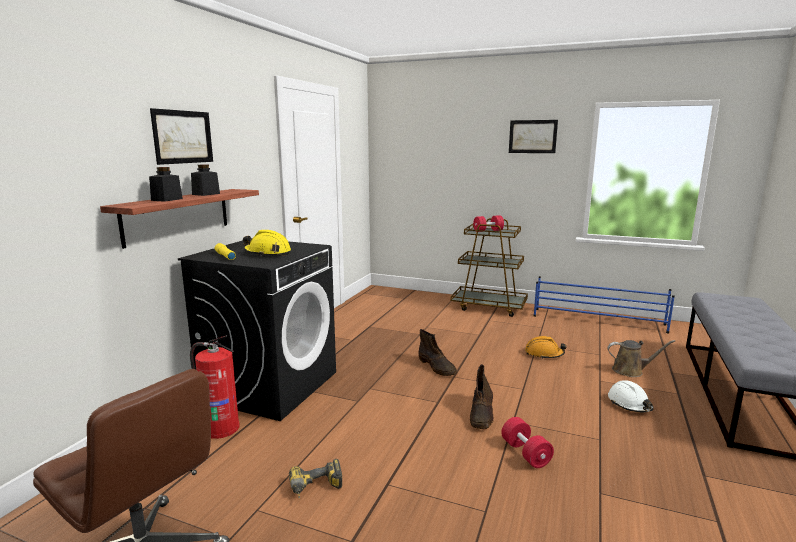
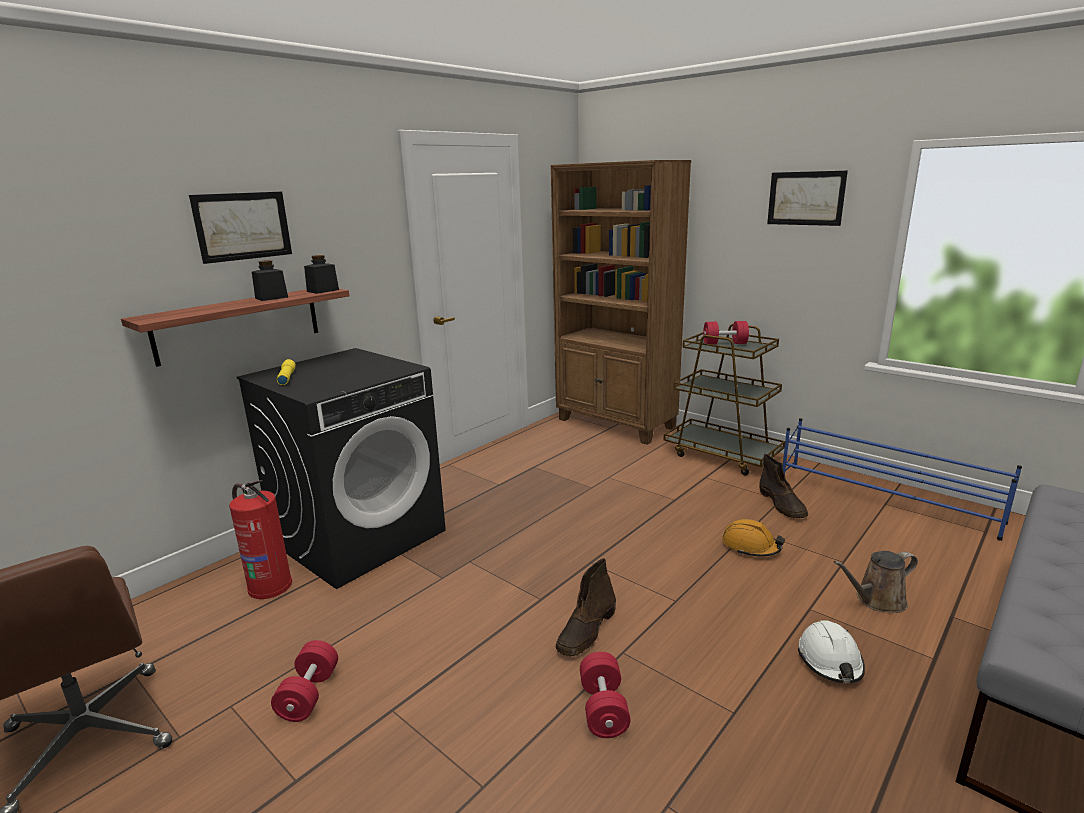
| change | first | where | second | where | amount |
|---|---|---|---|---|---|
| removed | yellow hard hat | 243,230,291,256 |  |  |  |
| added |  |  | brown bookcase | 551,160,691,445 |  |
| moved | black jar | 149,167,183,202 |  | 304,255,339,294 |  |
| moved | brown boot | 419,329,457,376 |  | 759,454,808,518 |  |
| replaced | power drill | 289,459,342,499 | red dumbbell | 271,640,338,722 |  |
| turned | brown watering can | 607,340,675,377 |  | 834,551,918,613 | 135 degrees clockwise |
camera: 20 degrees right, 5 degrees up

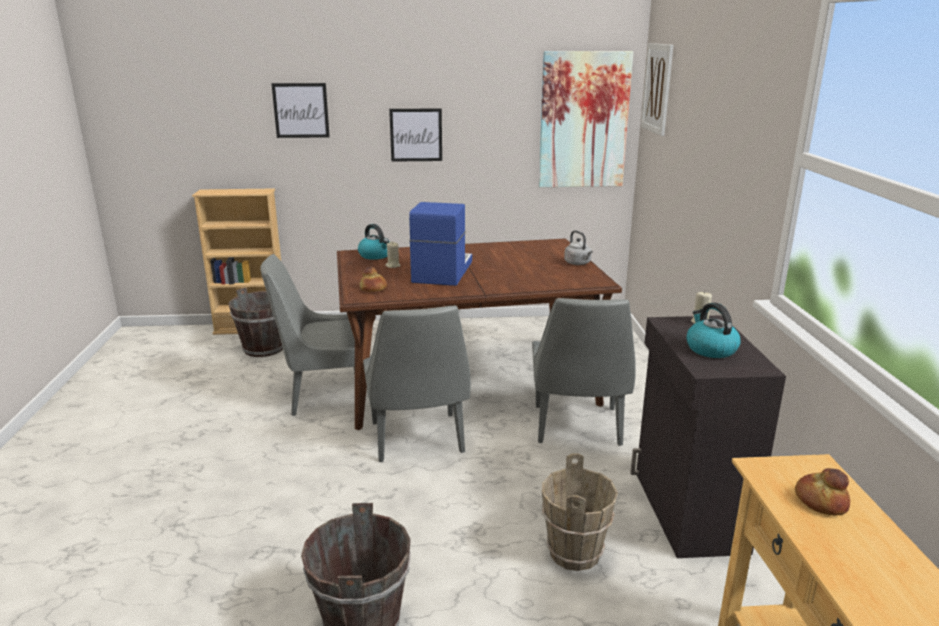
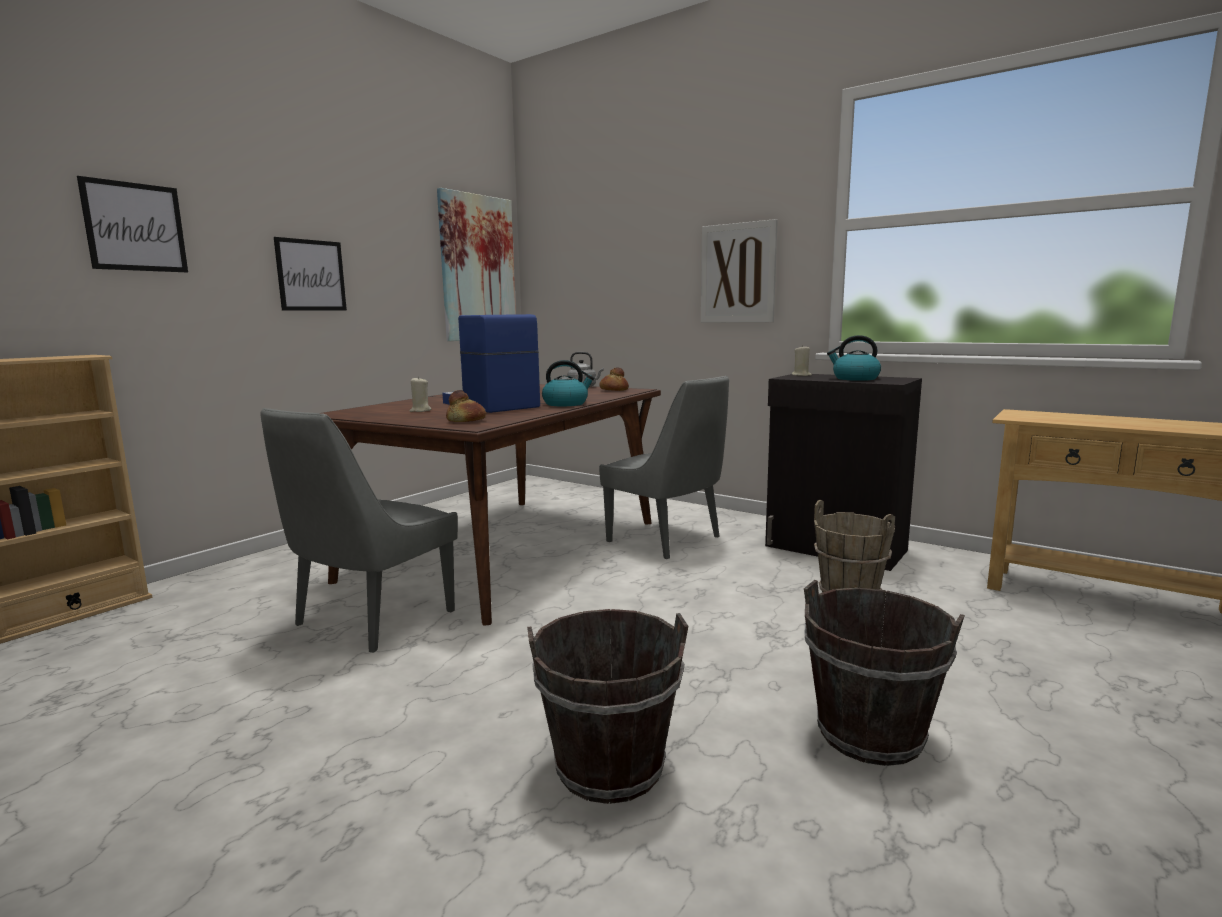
| change | first | where | second | where | amount |
|---|---|---|---|---|---|
| removed | grey chair | 363,306,471,462 |  |  |  |
| moved | brown bucket | 228,287,283,357 |  | 527,609,688,804 |  |
| moved | kettle | 358,224,389,260 |  | 542,360,594,406 |  |
| moved | picture | 641,43,673,136 |  | 701,219,778,323 |  |
| moved | bread | 795,468,850,516 |  | 599,367,629,391 |  |
camera: 50 degrees left, 10 degrees down

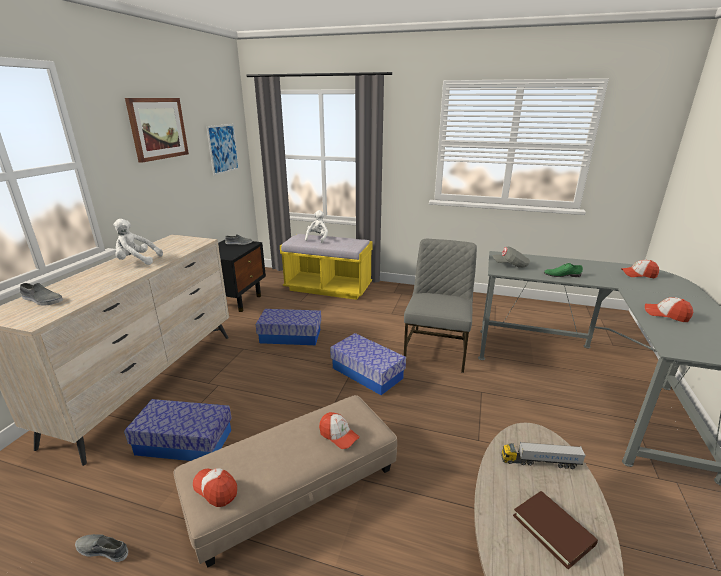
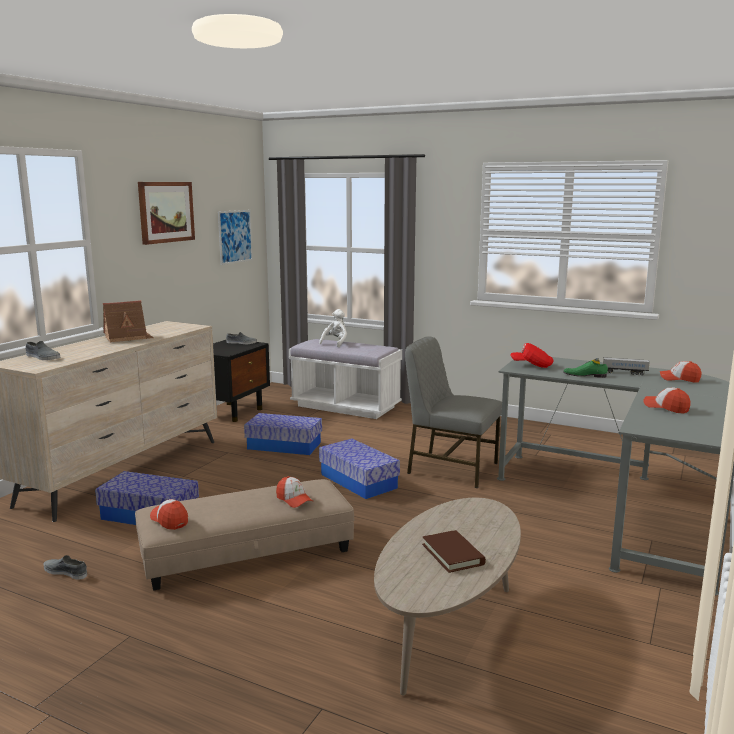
| change | first | where | second | where | amount |
|---|---|---|---|---|---|
| moved | toy truck | 501,442,586,469 |  | 592,357,650,375 |  |
| replaced | white plush toy | 113,219,163,265 | toy house | 103,300,154,342 |  |
| recoloured | yellow bench | 280,234,373,300 | white bench | 289,339,402,419 |  |
| recoloured | grey cap | 492,247,530,268 | red cap | 510,343,554,368 |  |
| turned | grey chair | 404,239,477,373 |  | 405,336,502,488 | 90 degrees counterclockwise |
camera: 10 degrees right, 10 degrees down

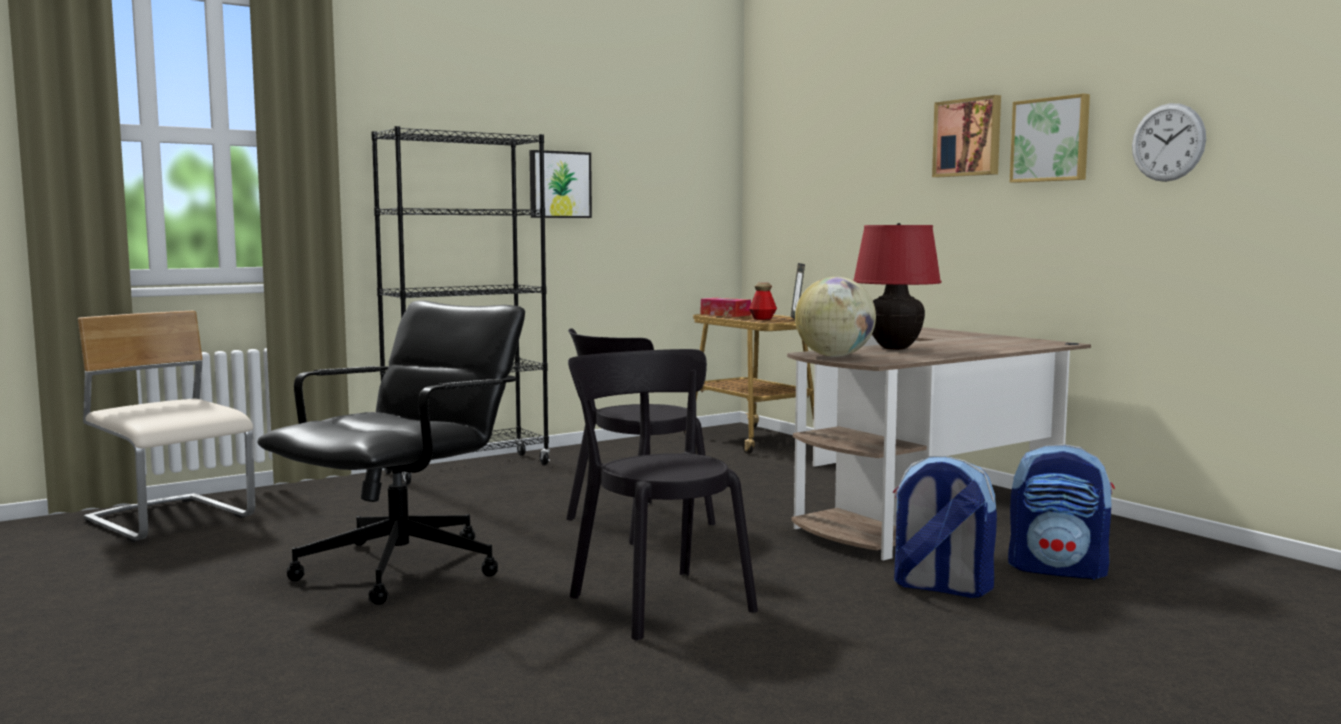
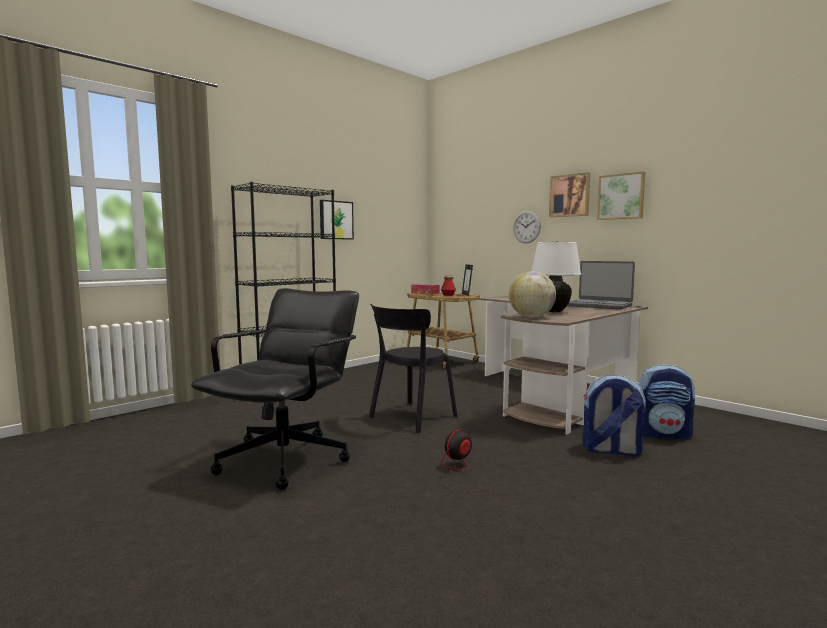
| change | first | where | second | where | amount |
|---|---|---|---|---|---|
| removed | beige chair | 78,311,255,542 |  |  |  |
| added |  |  | laptop | 567,261,635,310 |  |
| moved | wall clock | 1132,103,1206,182 |  | 513,211,541,243 |  |
| replaced | black chair | 568,349,758,640 | fan | 436,429,502,497 |  |
| recoloured | red table lamp | 853,223,942,350 | white table lamp | 532,241,581,312 |  |
camera: 10 degrees left, 0 degrees up

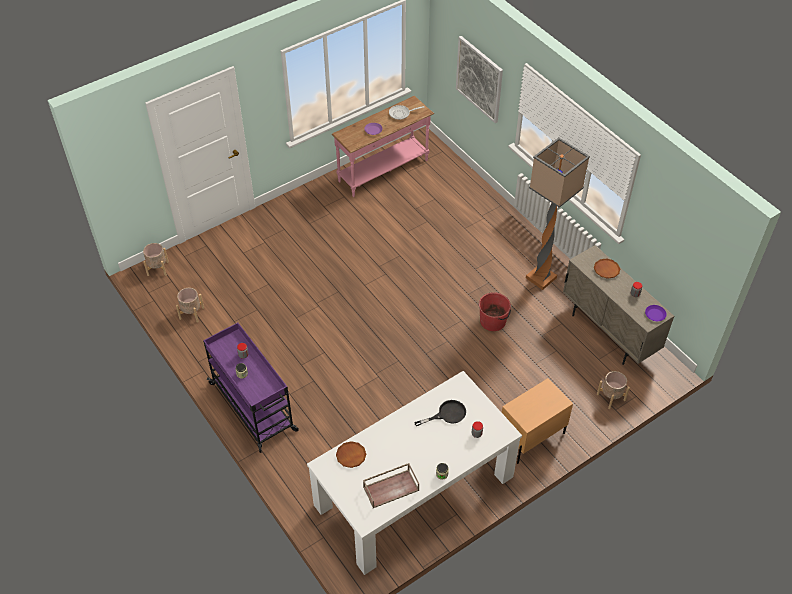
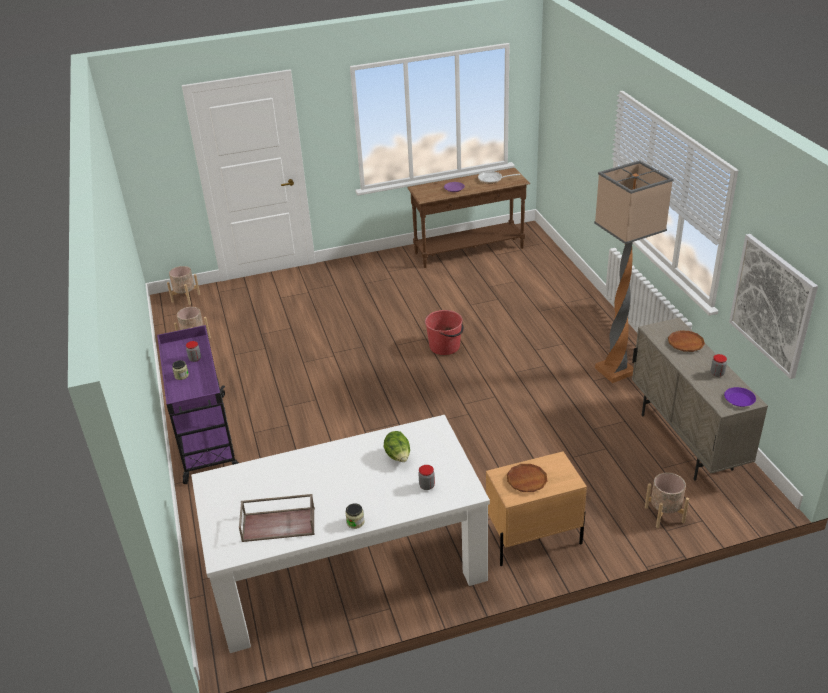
| change | first | where | second | where | amount |
|---|---|---|---|---|---|
| moved | brown plate | 336,441,366,468 |  | 507,464,547,492 |  |
| moved | picture | 456,36,503,123 |  | 729,234,818,379 |  |
| moved | red bucket | 479,292,511,331 |  | 425,310,464,355 |  |
| replaced | black frying pan | 414,400,466,426 | lettuce | 384,431,410,462 |  |
| recoloured | pink console table | 332,96,434,197 | brown console table | 408,168,530,268 |  |
camera: 20 degrees right, 15 degrees down

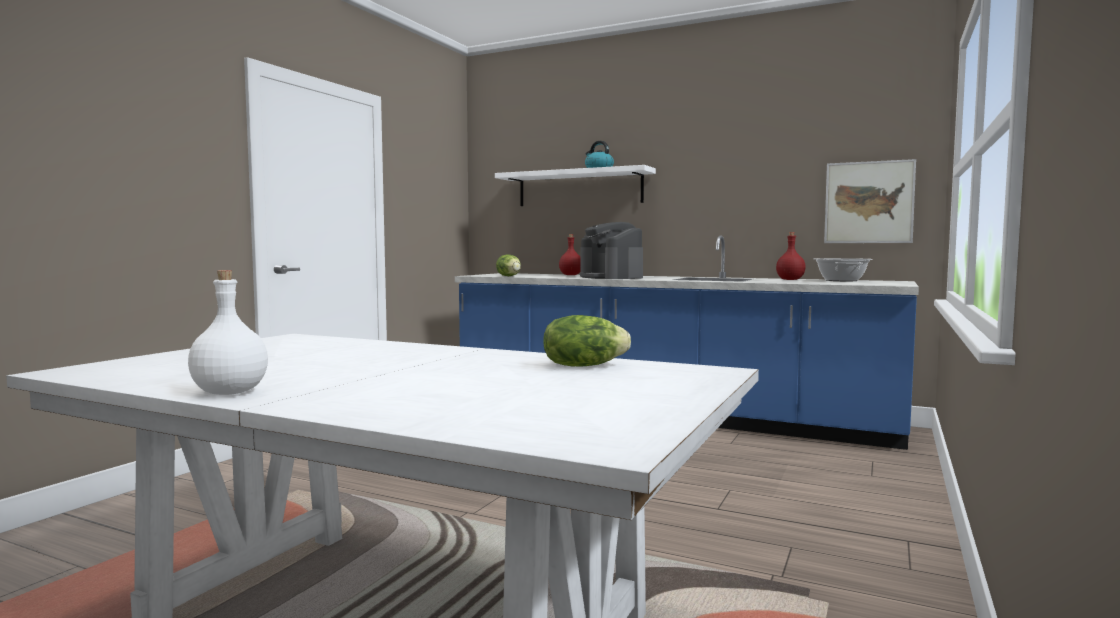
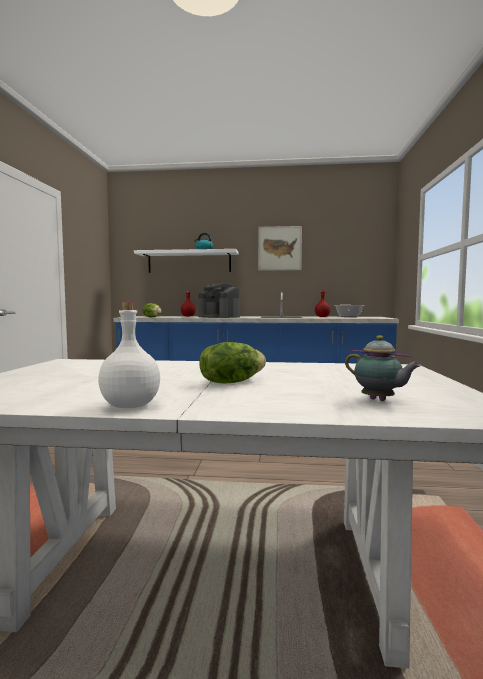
| change | first | where | second | where | amount |
|---|---|---|---|---|---|
| added |  |  | teapot | 345,335,421,401 |  |
| moved | lettuce | 543,315,631,367 |  | 199,342,266,383 |  |
| moved | picture | 824,159,916,243 |  | 258,226,302,271 |  |
camera: 20 degrees left, 0 degrees up

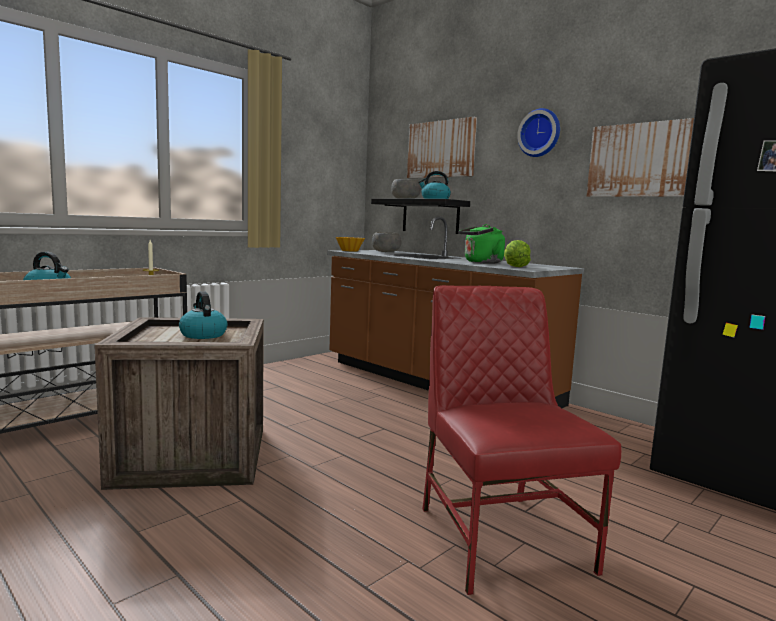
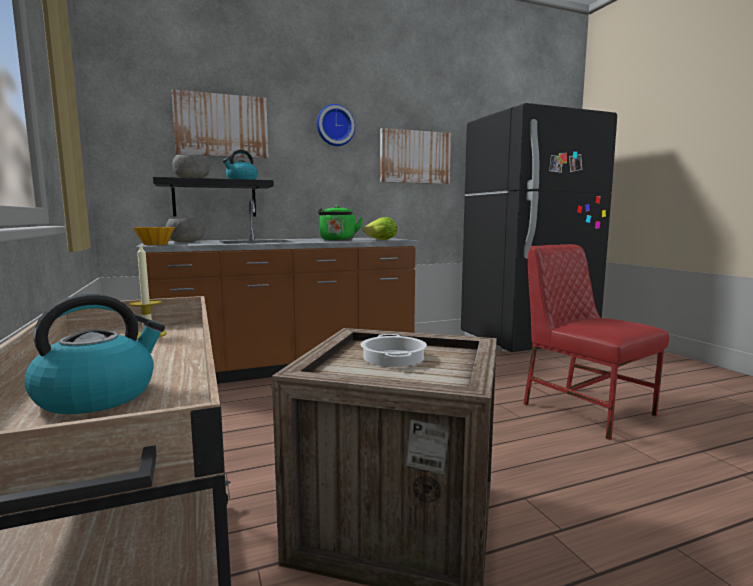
| change | first | where | second | where | amount |
|---|---|---|---|---|---|
| replaced | kettle | 179,291,228,339 | cooking pot | 361,334,427,367 |  |
| turned | red chair | 422,285,621,595 |  | 523,244,669,440 | 45 degrees clockwise |
camera: 65 degrees left, 0 degrees up

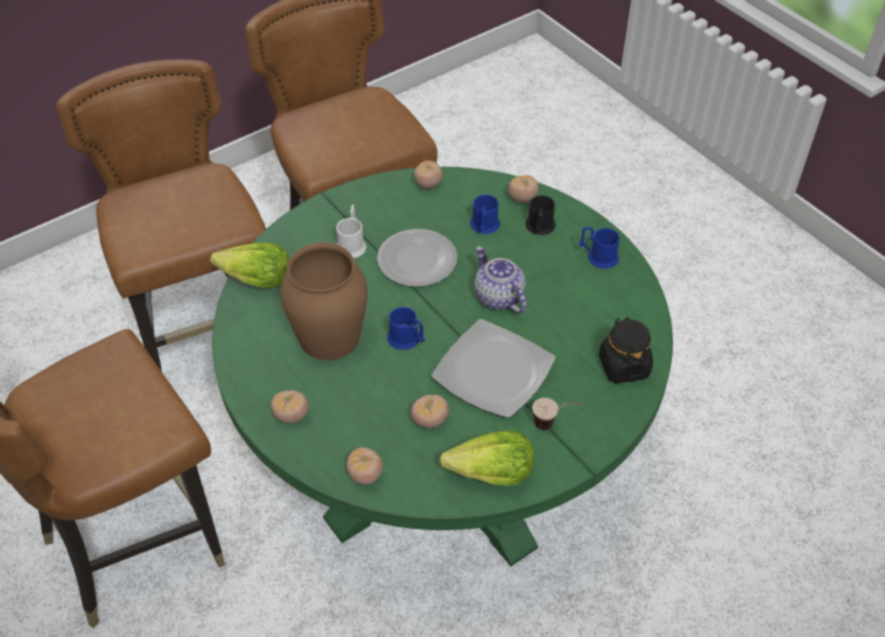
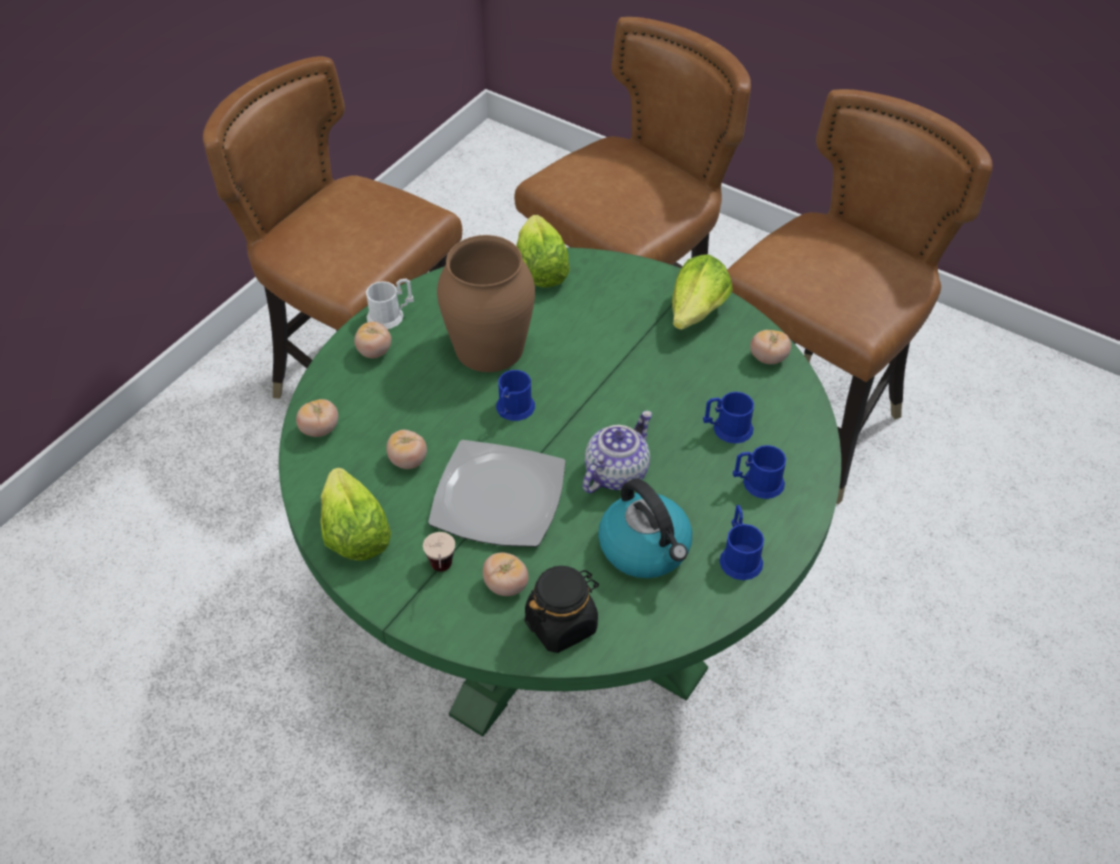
| change | first | where | second | where | amount |
|---|---|---|---|---|---|
| removed | plate | 377,229,457,287 |  |  |  |
| added |  |  | kettle | 598,478,692,578 |  |
| added |  |  | lettuce | 672,254,733,330 |  |
| moved | white mug | 336,205,367,258 |  | 366,279,414,329 |  |
| moved | tomato | 508,175,539,202 |  | 483,552,528,596 |  |
| recoloured | black mug | 525,195,556,235 | blue mug | 733,445,786,499 |  |
camera: 70 degrees right, 0 degrees up

